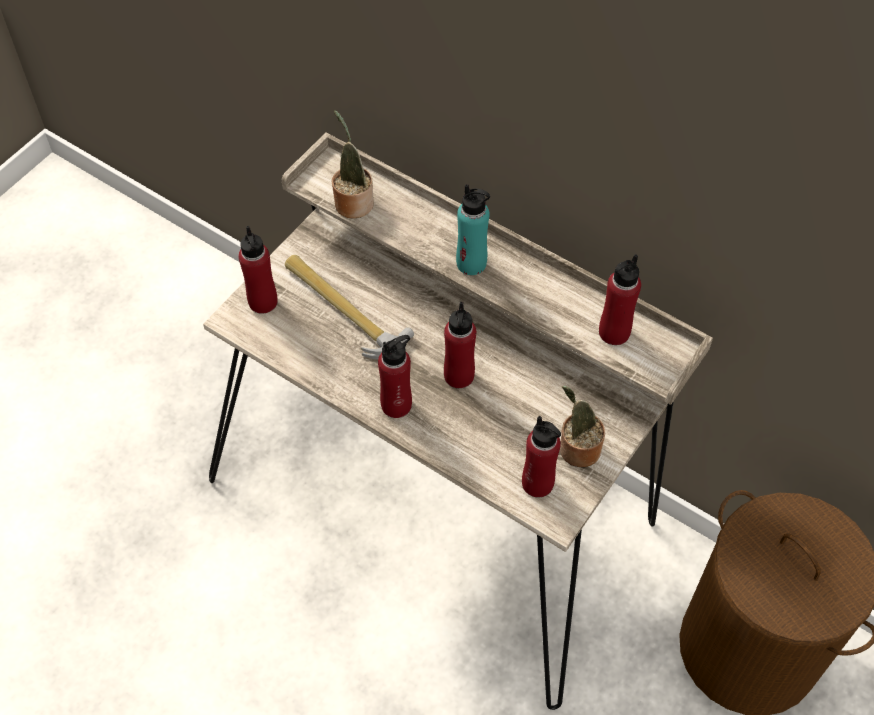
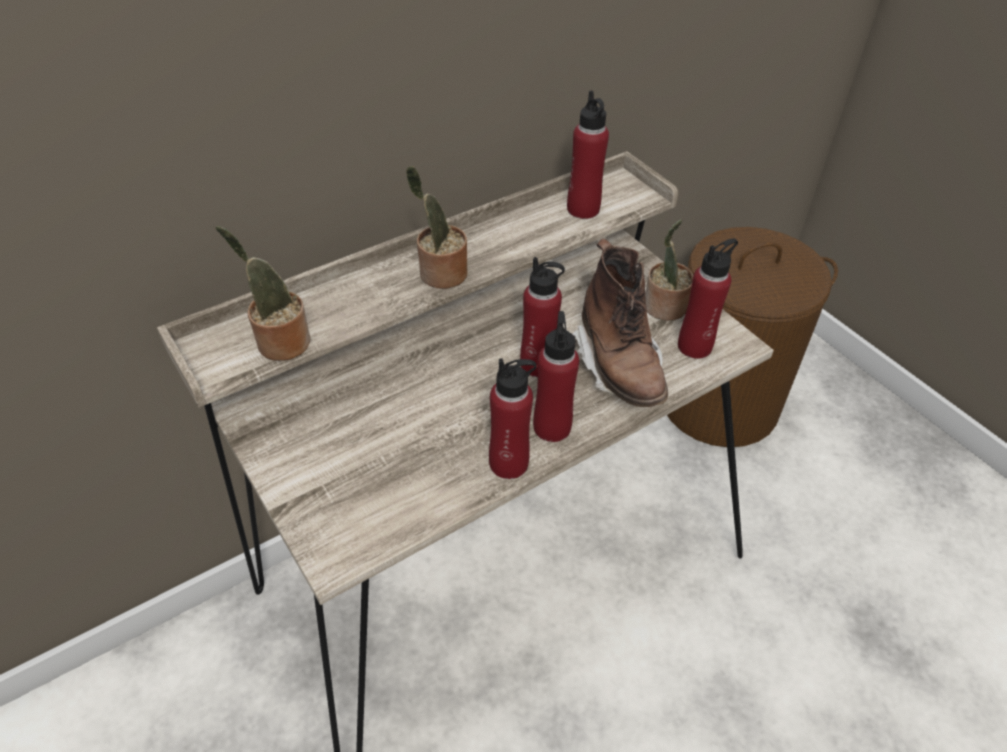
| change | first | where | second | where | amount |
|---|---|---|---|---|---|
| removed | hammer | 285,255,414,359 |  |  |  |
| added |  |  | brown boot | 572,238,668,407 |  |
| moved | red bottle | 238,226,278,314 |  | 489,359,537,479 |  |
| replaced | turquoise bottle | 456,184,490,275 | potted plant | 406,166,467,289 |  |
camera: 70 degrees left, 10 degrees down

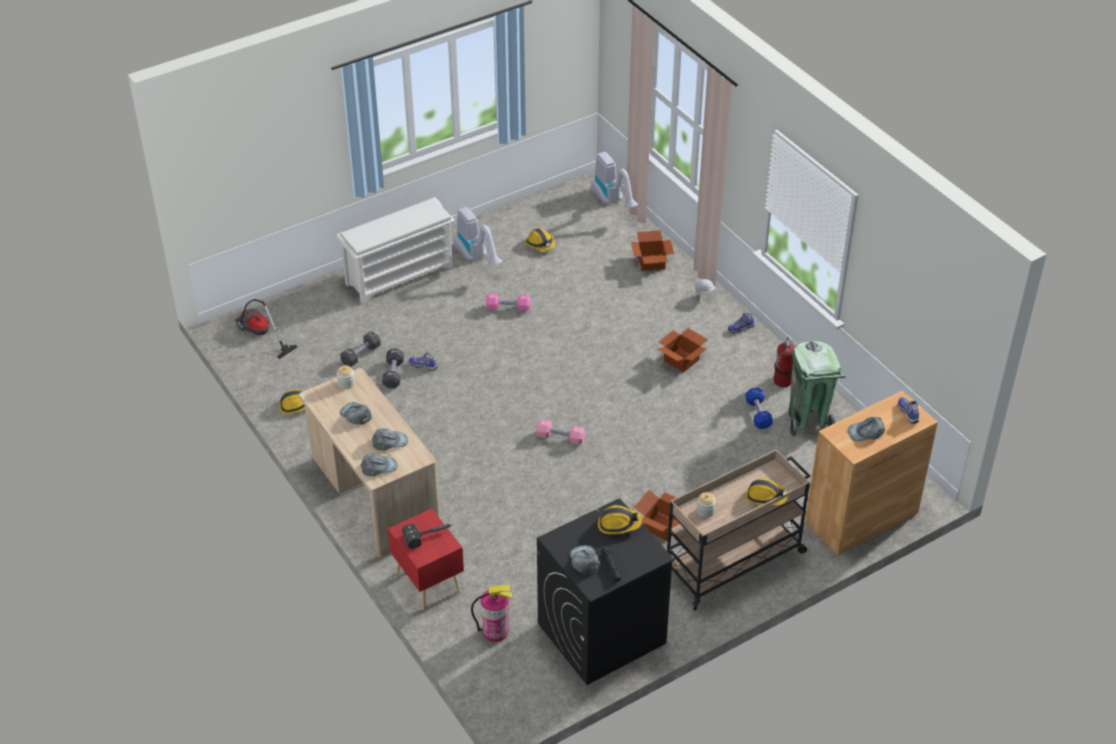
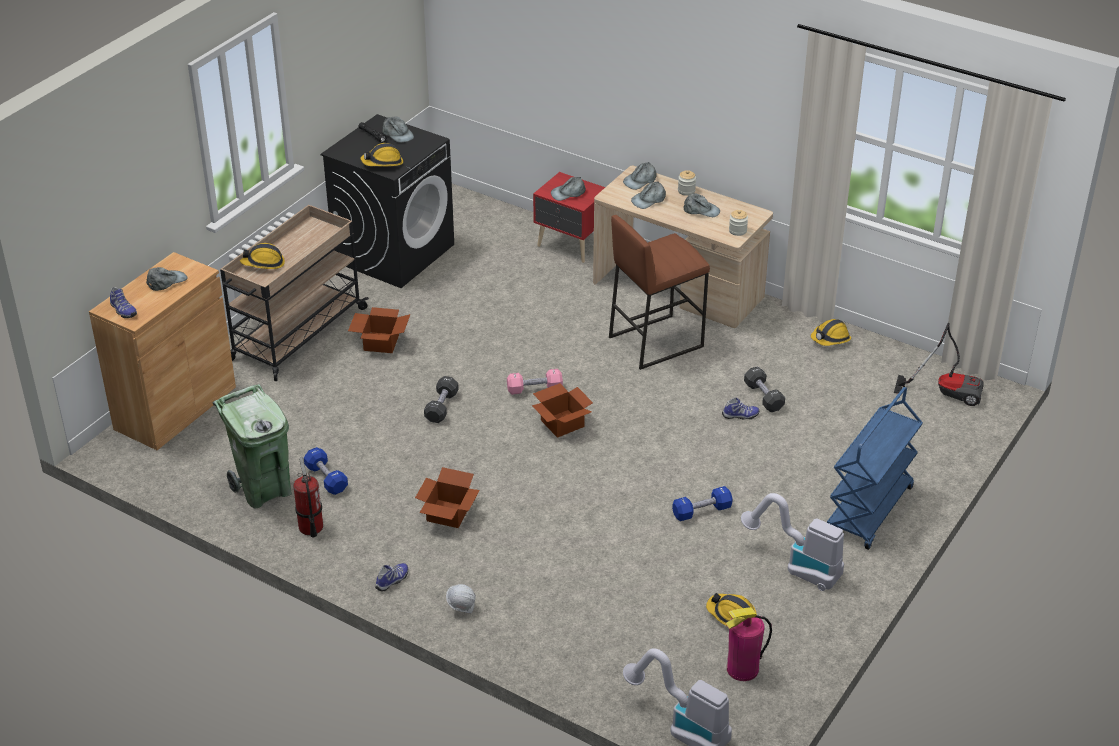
| change | first | where | second | where | amount |
|---|---|---|---|---|---|
| added |  |  | brown stool | 609,215,710,370 |  |
| moved | black dumbbell | 340,331,381,367 |  | 424,376,459,423 |  |
| moved | fire extinguisher | 471,585,513,642 |  | 725,607,772,681 |  |
| moved | cardboard box | 631,230,674,271 |  | 532,383,593,438 |  |
| moved | jar | 697,492,716,518 |  | 678,170,696,196 |  |
| replaced | white shoe rack | 337,197,455,304 | blue cart | 827,387,923,550 |  |
| replaced | hammer | 402,524,453,549 | grey cap | 551,177,586,201 |  |
| recoloured | pink dumbbell | 486,293,530,311 | blue dumbbell | 672,486,733,521 |  |
camera: 155 degrees right, 5 degrees down

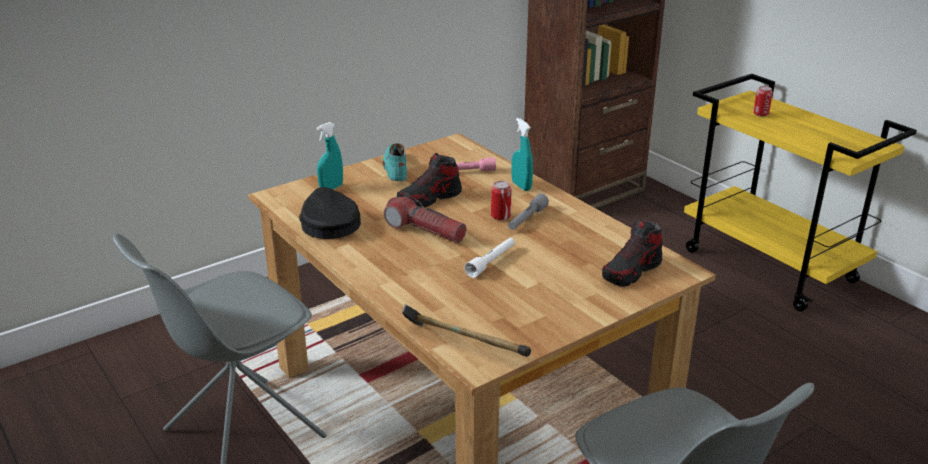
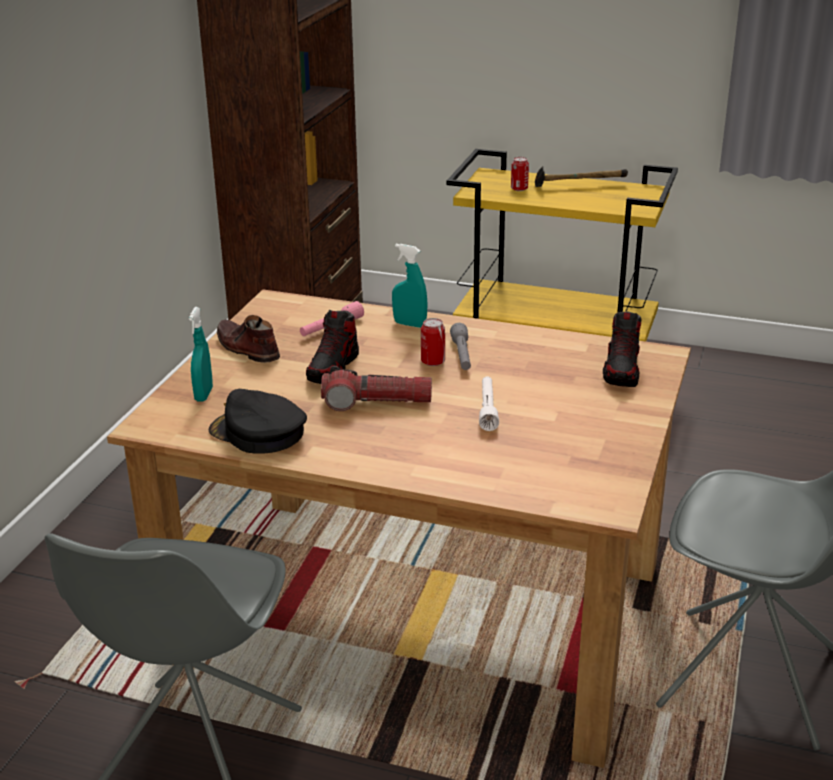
| change | first | where | second | where | amount |
|---|---|---|---|---|---|
| moved | hammer | 402,304,531,357 |  | 535,166,628,187 |  |
| recoloured | turquoise shoe | 383,143,407,181 | brown shoe | 217,315,280,363 |  |
camera: 35 degrees left, 0 degrees up

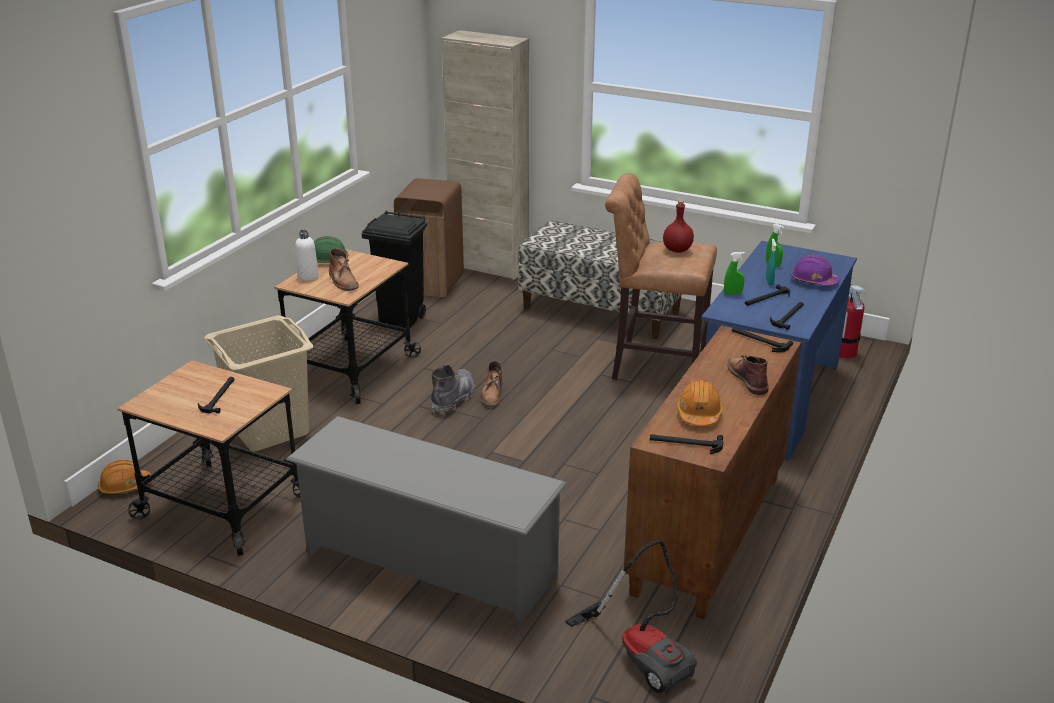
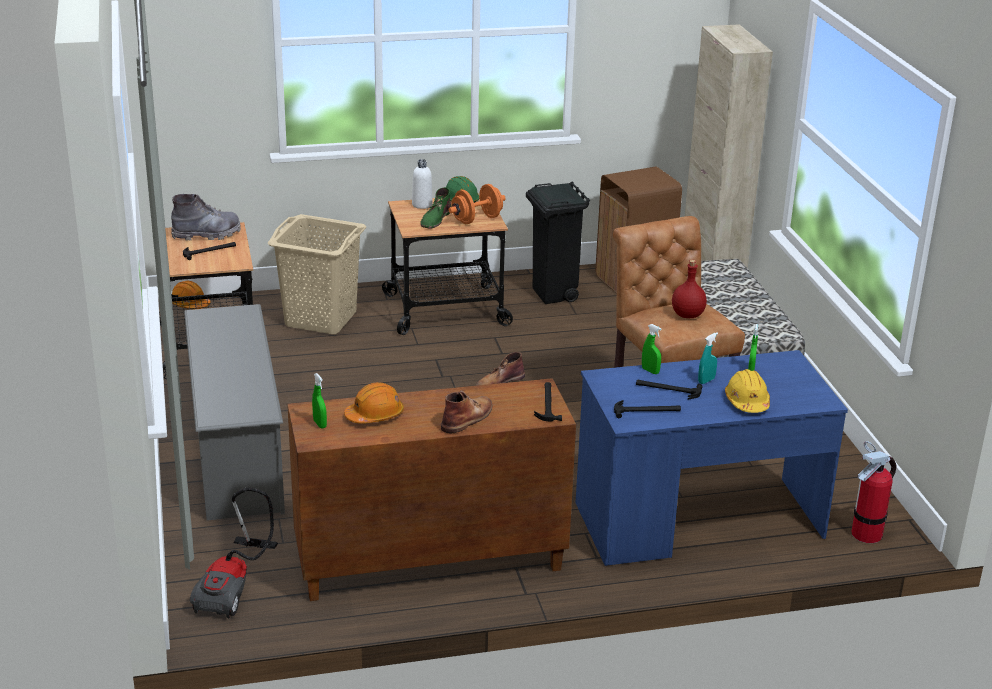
| change | first | where | second | where | amount |
|---|---|---|---|---|---|
| added |  |  | orange dumbbell | 449,184,506,224 |  |
| moved | grey boot | 431,365,475,415 |  | 171,194,241,241 |  |
| replaced | hammer | 650,434,723,454 | green spray bottle | 312,373,327,428 |  |
| recoloured | brown boot | 329,248,359,291 | green boot | 420,187,452,229 |  |
| recoloured | purple hard hat | 791,255,840,286 | yellow hard hat | 725,369,770,413 |  |
camera: 50 degrees right, 0 degrees up

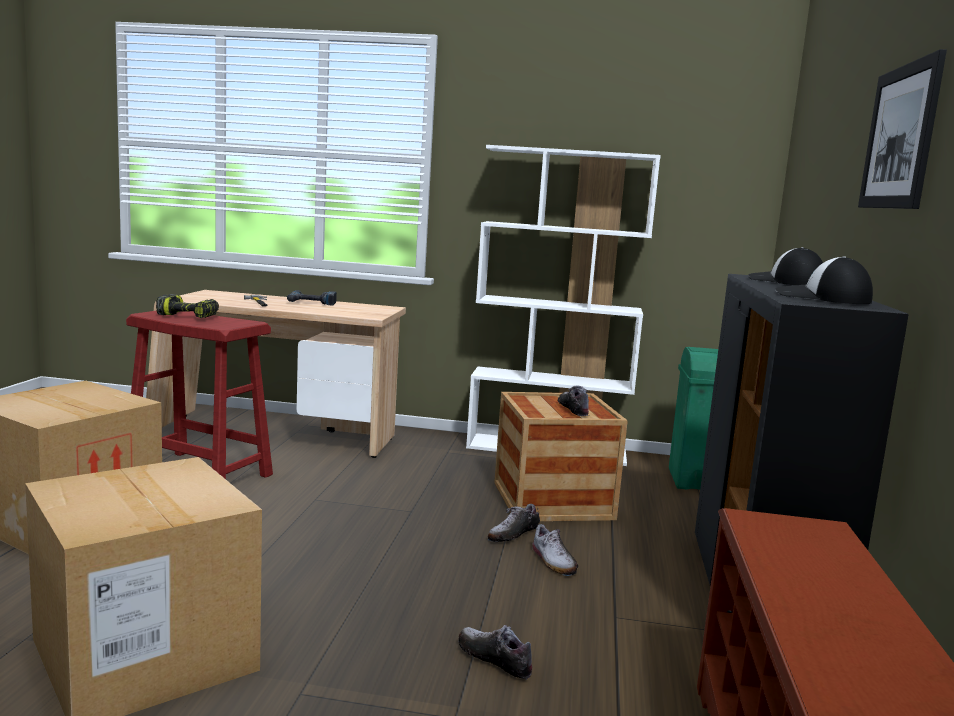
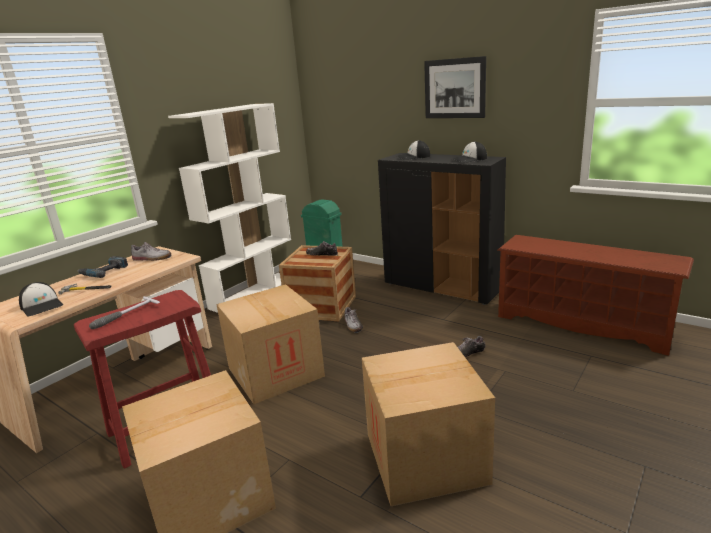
| change | first | where | second | where | amount |
|---|---|---|---|---|---|
| added |  |  | cap | 19,282,63,317 |  |
| added |  |  | cardboard box | 216,284,325,404 |  |
| moved | shoe | 532,524,579,576 |  | 131,242,171,261 |  |
| replaced | power drill | 156,294,219,318 | hammer | 89,296,160,329 |  |
camera: 60 degrees left, 10 degrees up

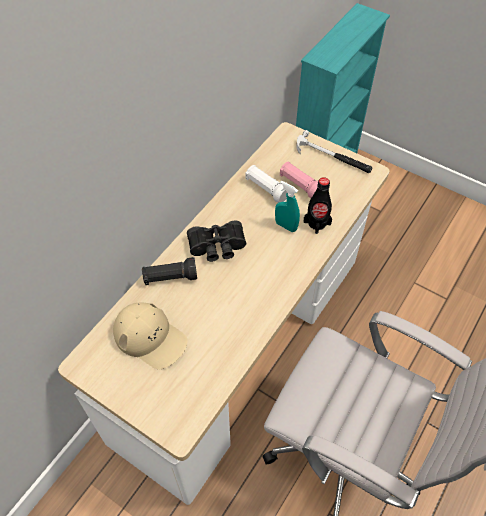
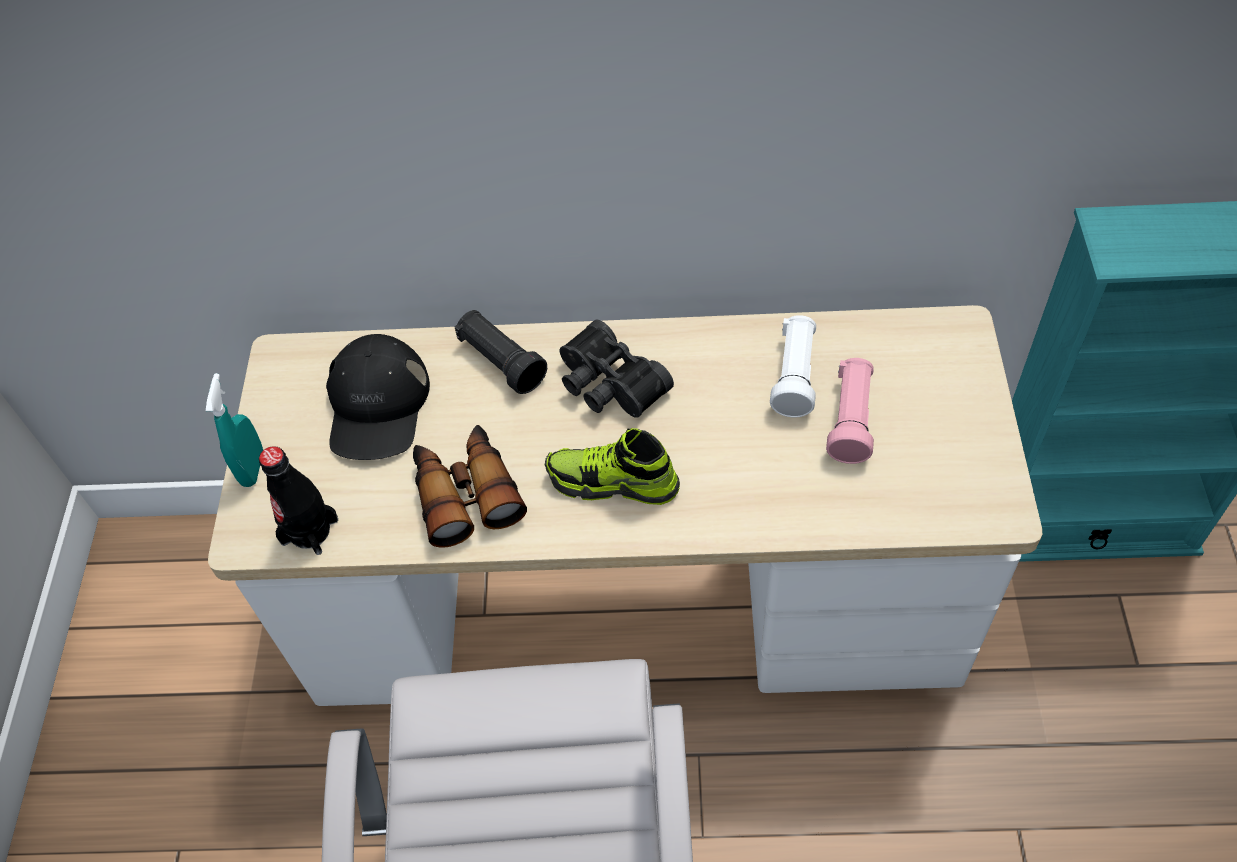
| change | first | where | second | where | amount |
|---|---|---|---|---|---|
| removed | hammer | 296,130,373,173 |  |  |  |
| added |  |  | binoculars | 413,425,527,548 |  |
| added |  |  | shoe | 545,428,680,505 |  |
| moved | turquoise spray bottle | 275,181,300,232 |  | 206,373,263,487 |  |
| moved | black bottle | 304,177,332,234 |  | 259,446,338,555 |  |
| recoloured | beige cap | 113,303,188,369 | black cap | 326,334,430,460 |  |
camera: 60 degrees right, 0 degrees up

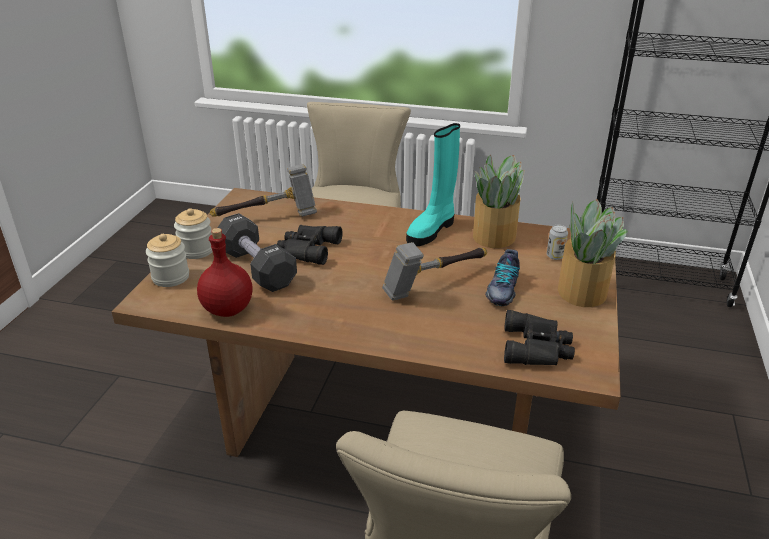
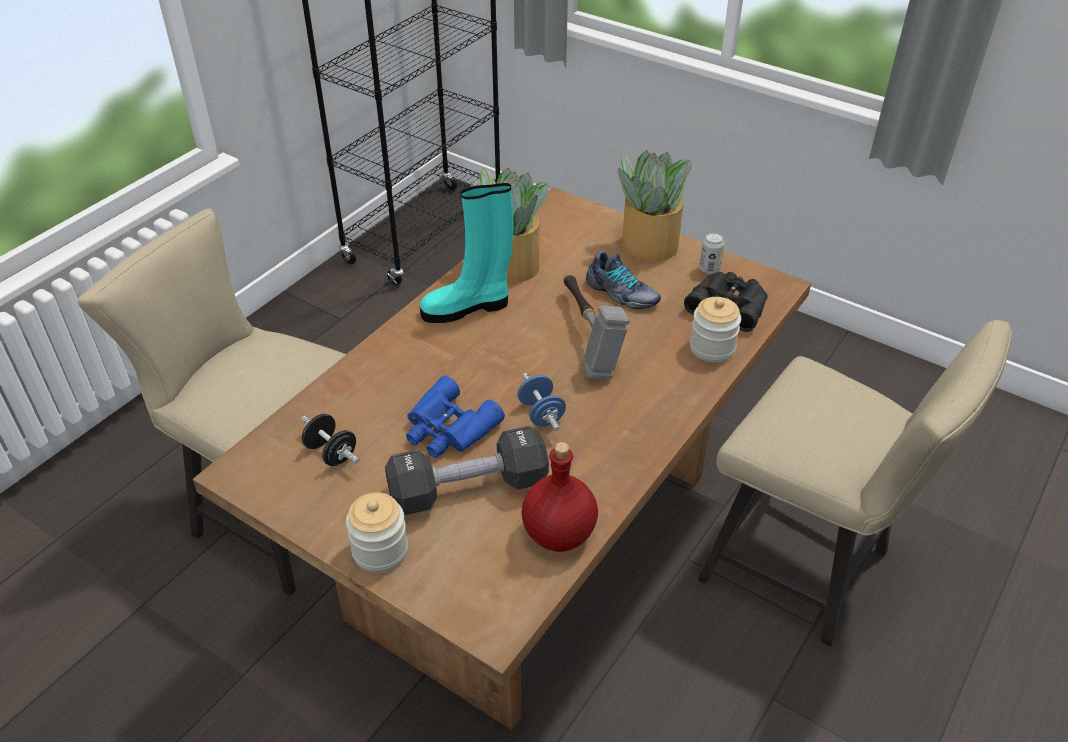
| change | first | where | second | where | amount |
|---|---|---|---|---|---|
| added |  |  | blue dumbbell | 518,373,566,431 |  |
| moved | jar | 146,234,189,287 |  | 690,297,741,363 |  |
| moved | can | 547,225,568,260 |  | 700,233,725,274 |  |
| replaced | hammer | 209,164,317,217 | black dumbbell | 301,414,359,466 |  |
| recoloured | black binoculars | 277,225,342,265 | blue binoculars | 406,375,505,458 |  |
| turned | turquoise boot | 406,123,460,246 |  | 420,183,513,323 | 105 degrees clockwise |
camera: 70 degrees left, 10 degrees up

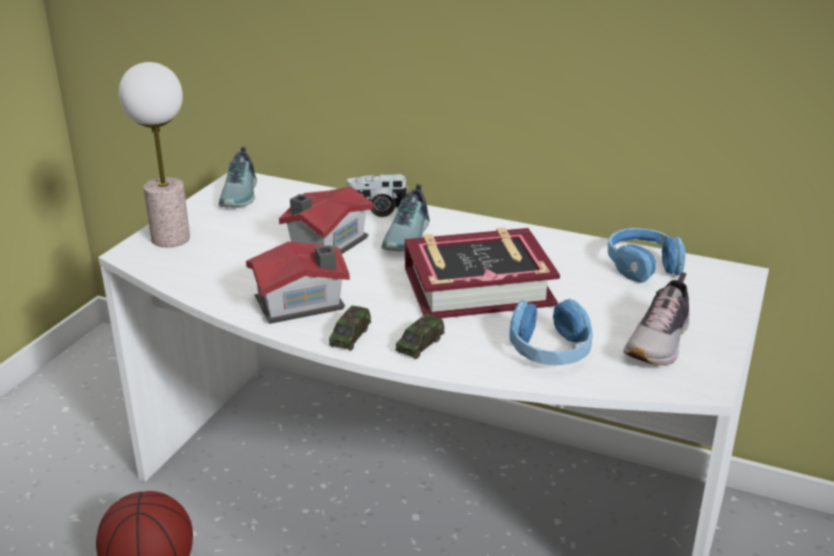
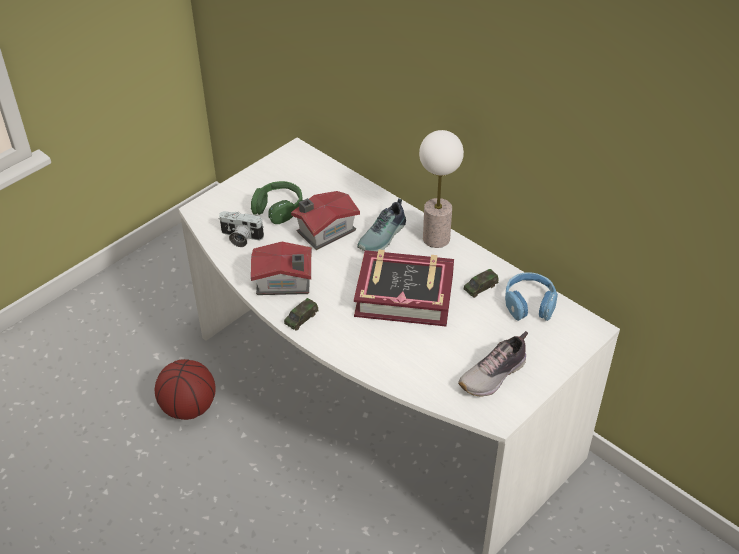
| change | first | where | second | where | amount |
|---|---|---|---|---|---|
| removed | shoe | 218,147,257,207 |  |  |  |
| removed | blue headphones | 509,299,593,365 |  |  |  |
| added |  |  | green headphones | 251,181,303,224 |  |
| moved | table lamp | 119,62,190,247 |  | 419,130,464,248 |  |
| moved | photo camera | 347,174,409,217 |  | 219,211,264,247 |  |
| moved | toy car | 395,314,445,359 |  | 463,269,499,298 |  |
camera: 20 degrees right, 15 degrees up

